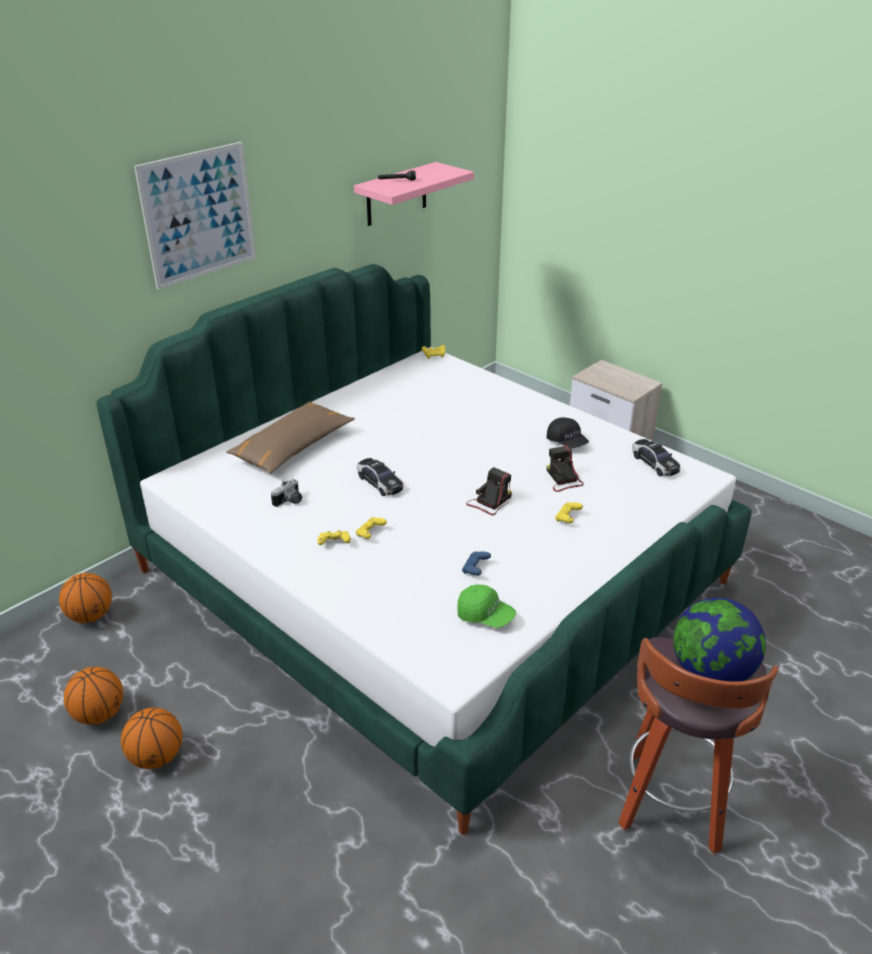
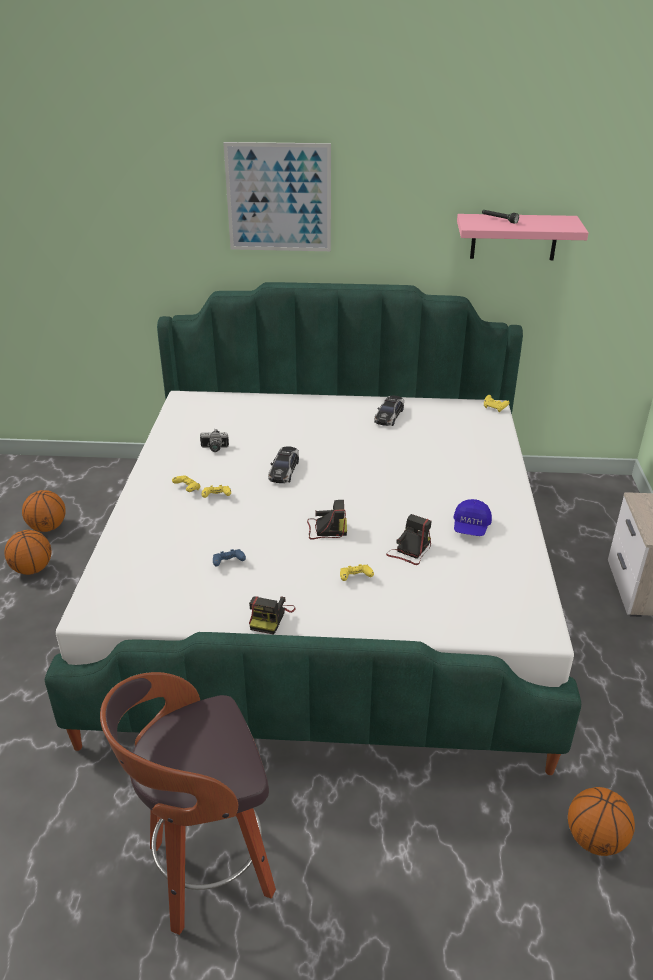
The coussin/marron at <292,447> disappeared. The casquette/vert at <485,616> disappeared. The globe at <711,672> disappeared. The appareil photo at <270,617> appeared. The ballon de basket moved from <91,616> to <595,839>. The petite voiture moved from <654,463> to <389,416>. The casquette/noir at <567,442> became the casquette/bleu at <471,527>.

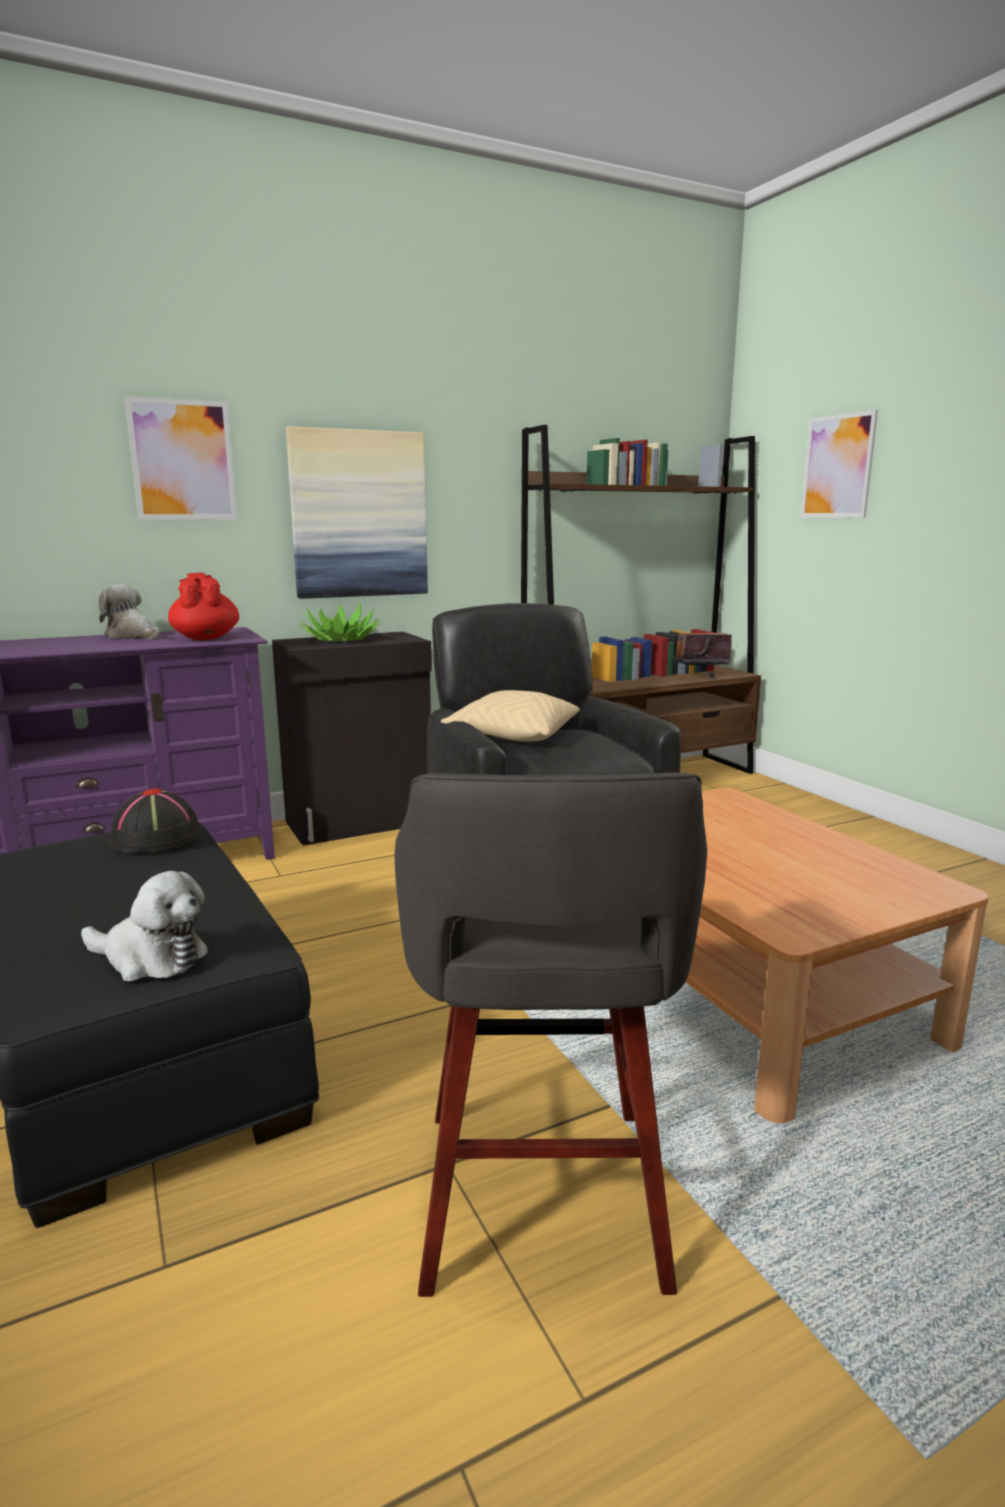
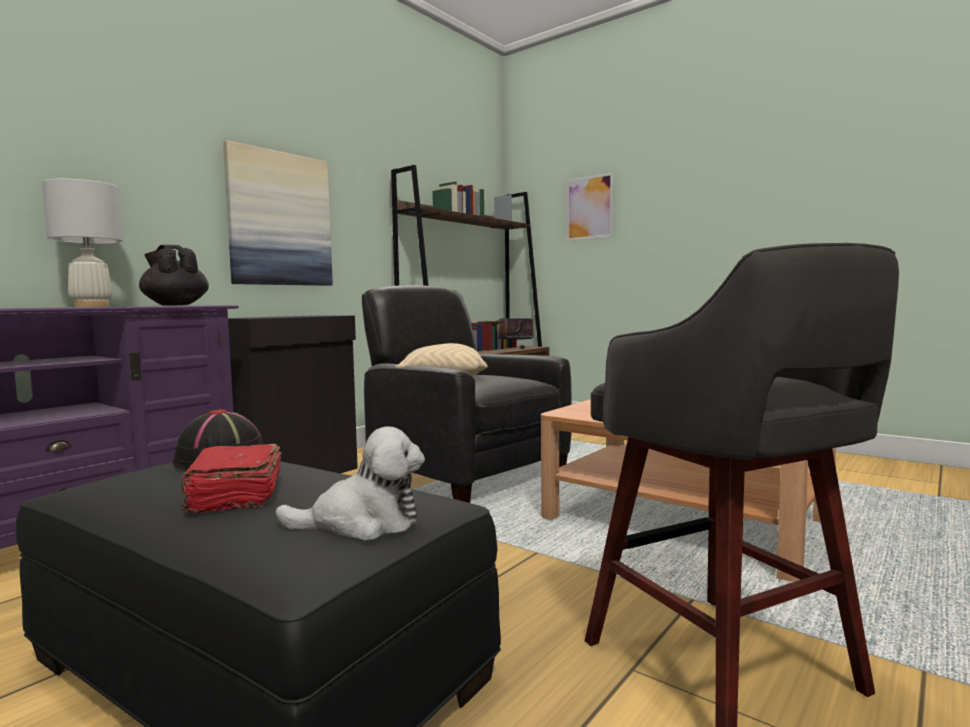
The tableau at <182,460> disappeared. The plante en pot at <341,639> disappeared. The livre/rouge at <235,496> appeared. The peluche at <133,636> was replaced by the lampe de table/blanc at <92,306>. The théière/rouge at <205,638> became the théière/noir at <175,305>.

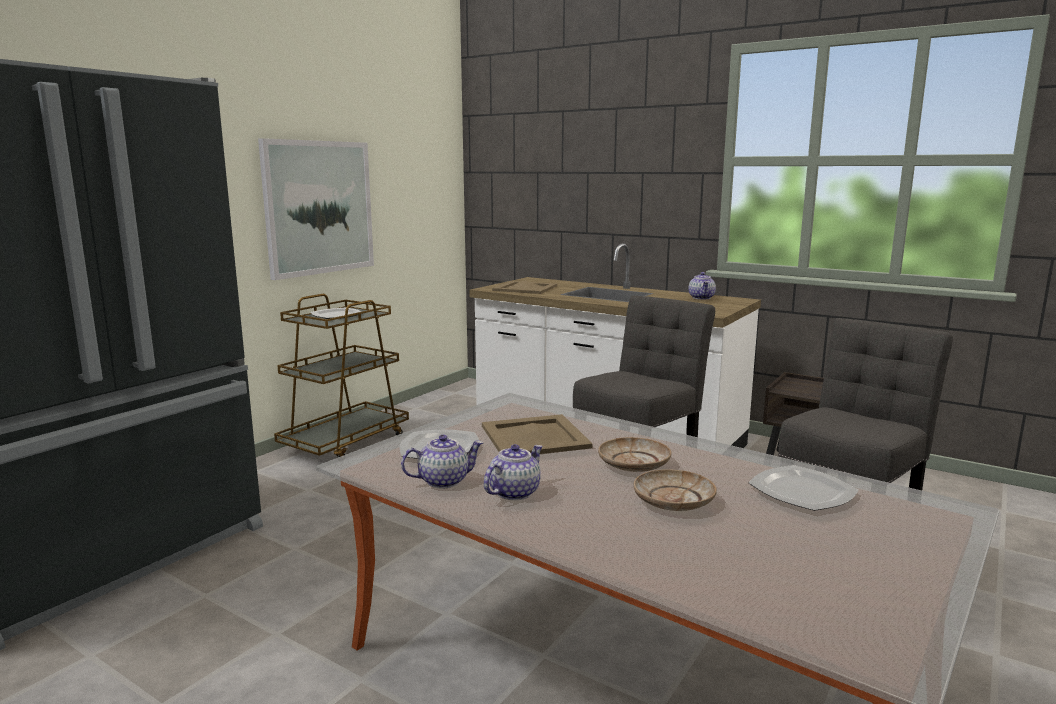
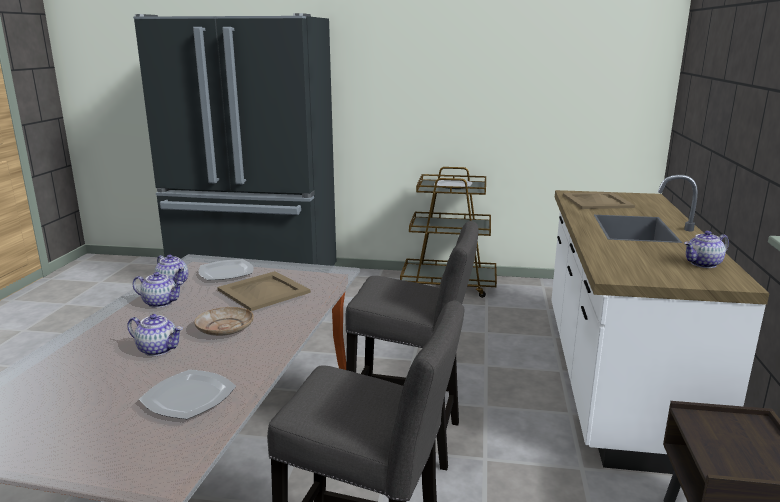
The tableau at <319,207> disappeared. The assiette/beige at <673,500> was replaced by the théière at <158,349>.

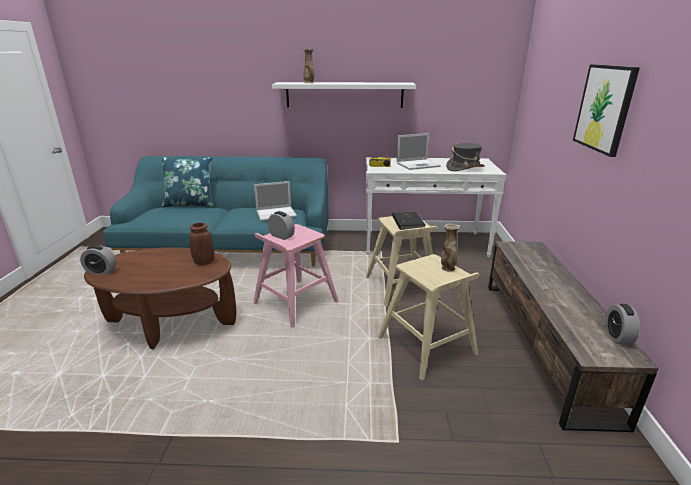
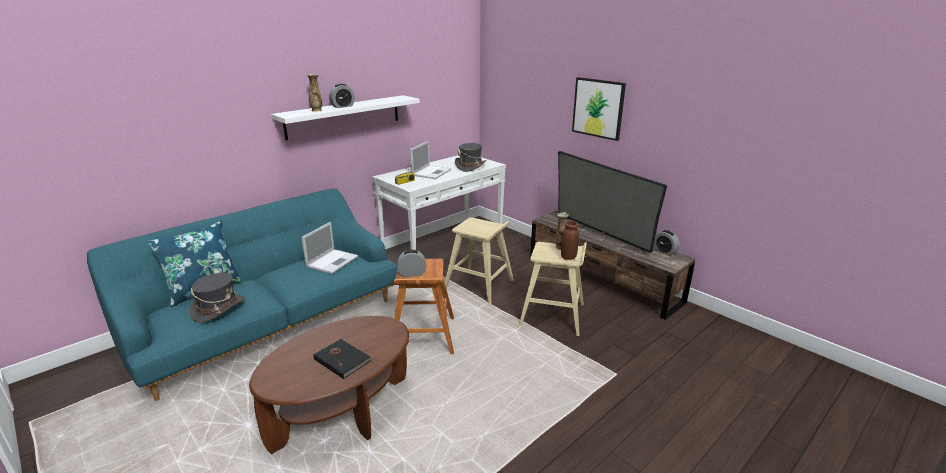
The chapeau/gris at <218,308> appeared. The téléviseur at <601,235> appeared. The réveil moved from <101,271> to <342,106>. The vase/marron moved from <204,262> to <568,257>. The livre/noir moved from <408,222> to <342,359>. The tabouret/rose at <295,303> became the tabouret/marron at <423,336>.

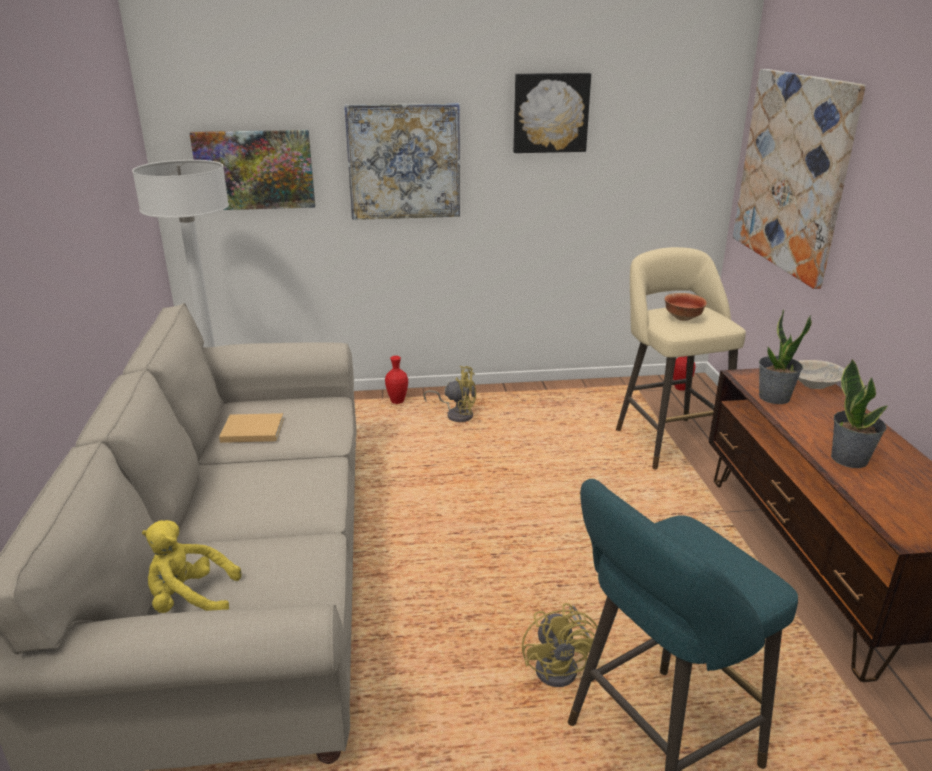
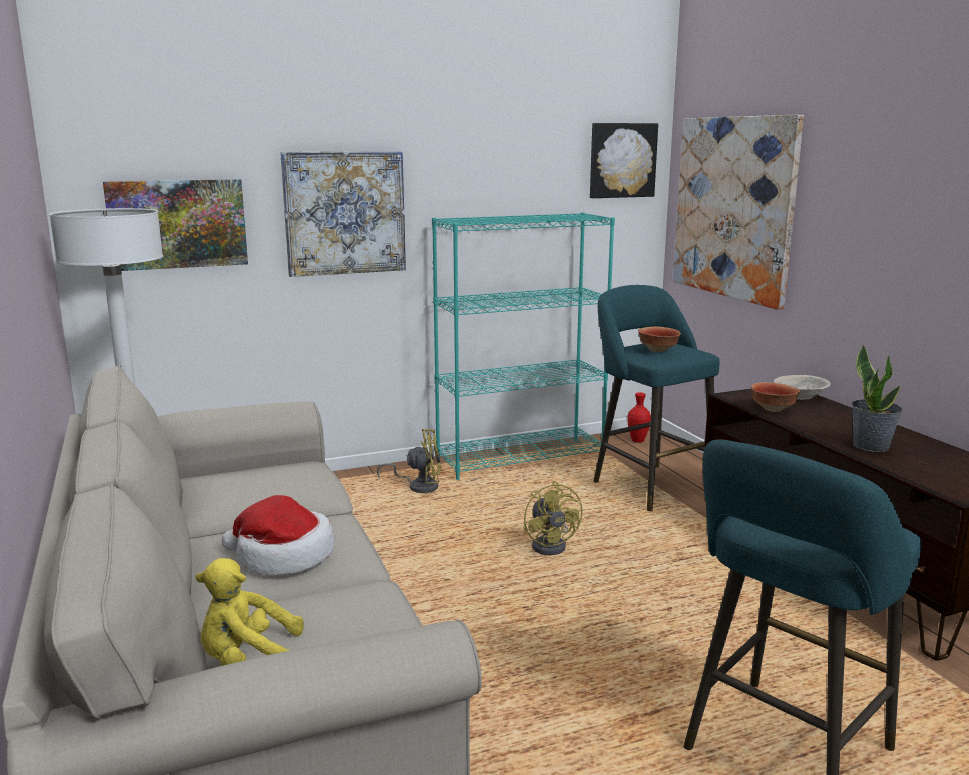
The livre/beige at <250,430> disappeared. The vase/rouge at <397,402> disappeared. The chapeau at <283,556> appeared. The bibliothèque/turquoise at <521,458> appeared. The tableau moved from <550,113> to <621,160>. The ventilateur/jaune moved from <562,666> to <552,545>. The plante en pot at <774,397> was replaced by the bol at <772,409>. The tabouret/beige at <667,440> became the tabouret/turquoise at <648,485>.

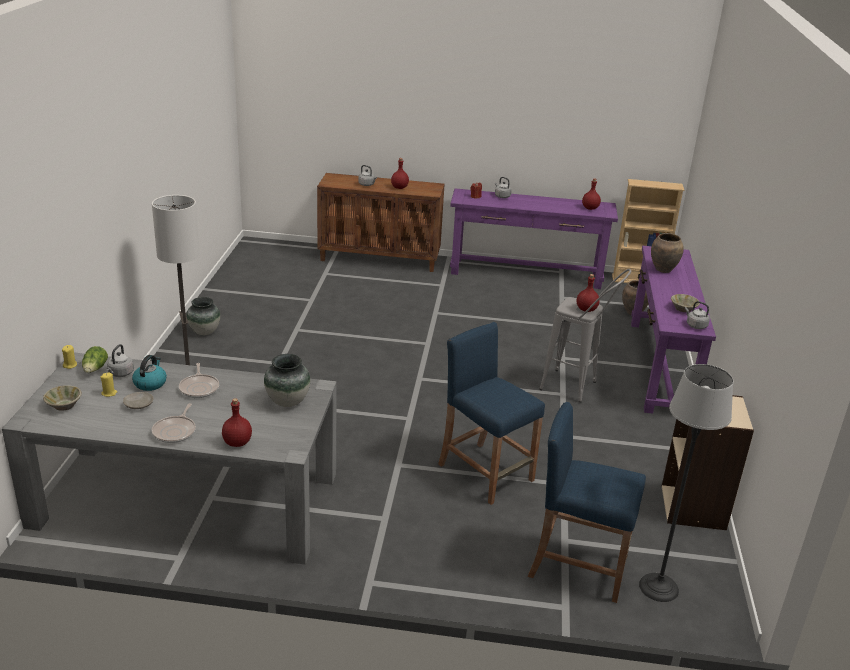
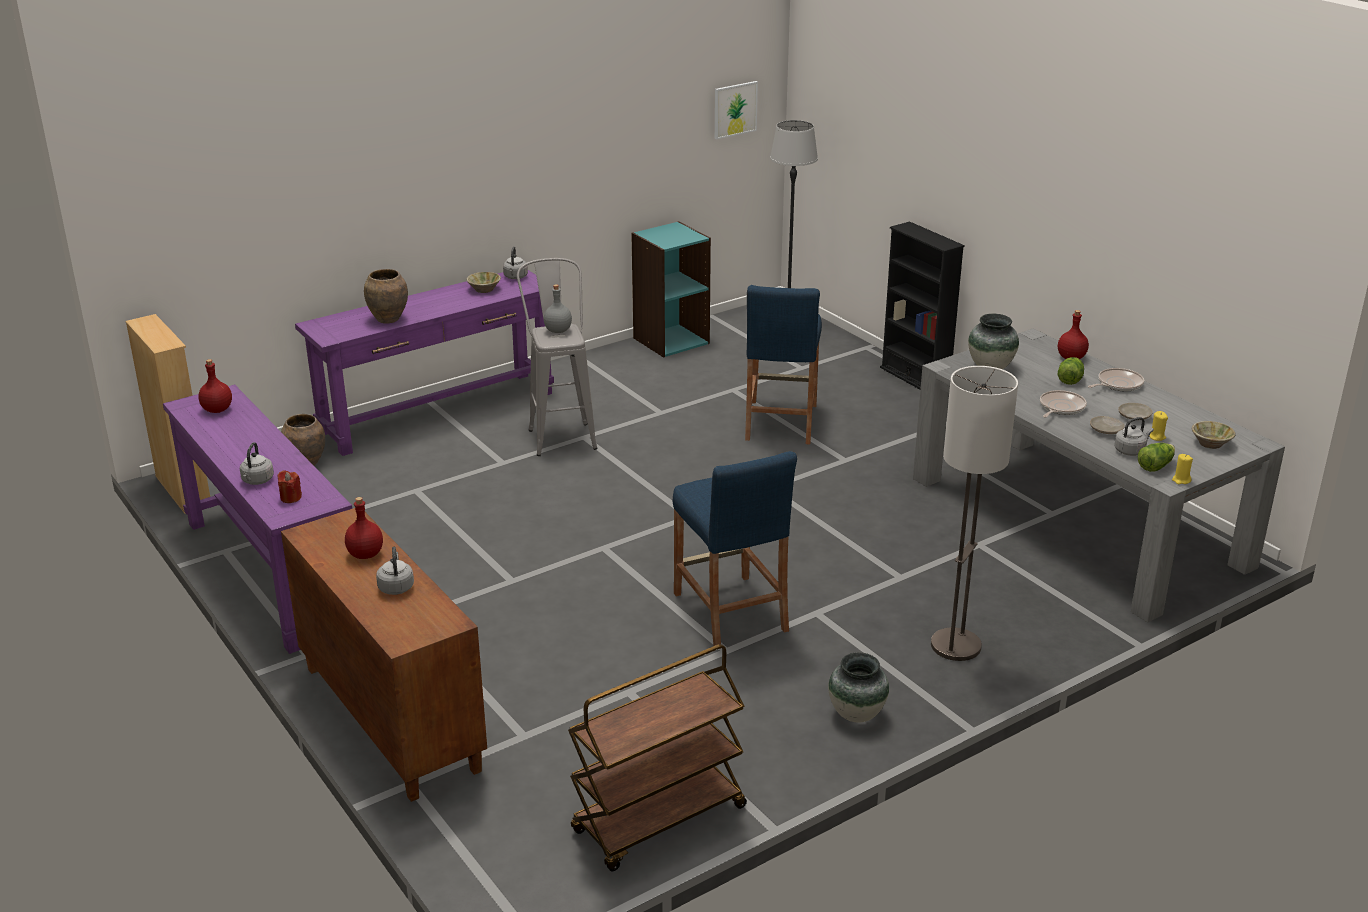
The chariot/marron at <659,821> appeared. The tableau at <735,109> appeared. The bibliothèque/noir at <915,378> appeared. The laitue at <1069,379> appeared. The tabouret/bleu moved from <578,566> to <730,612>. The bouilloire at <150,383> was replaced by the assiette/beige at <1106,430>. The bouteille/rouge at <586,309> became the bouteille/gris at <557,330>. The bibliothèque/beige at <694,507> became the bibliothèque/turquoise at <671,340>.

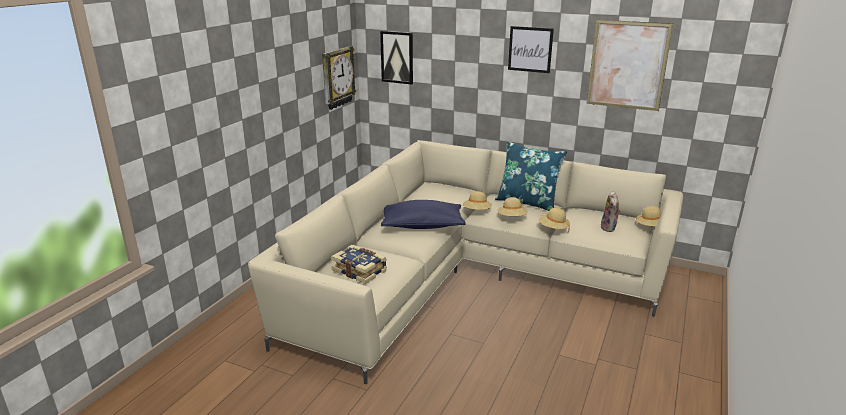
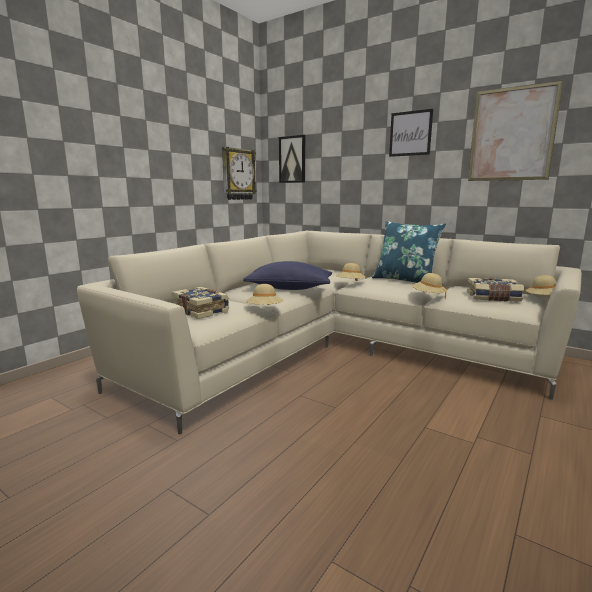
The chapeau/beige moved from <512,218> to <264,310>. The peluche at <609,228> was replaced by the livre at <493,298>.

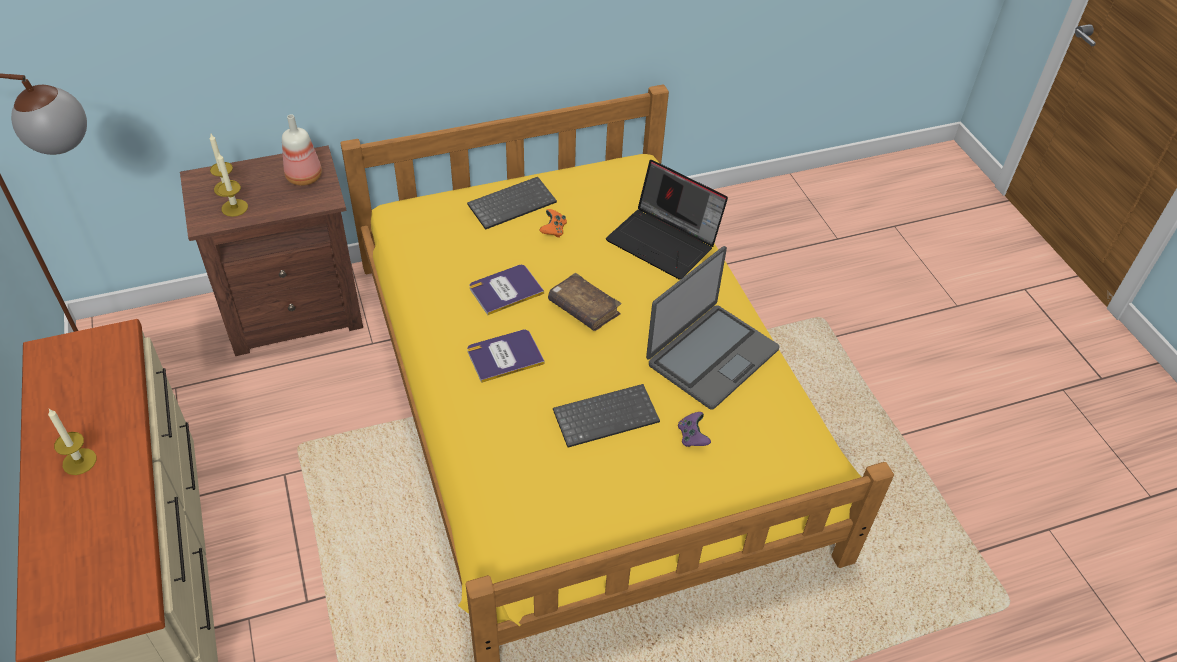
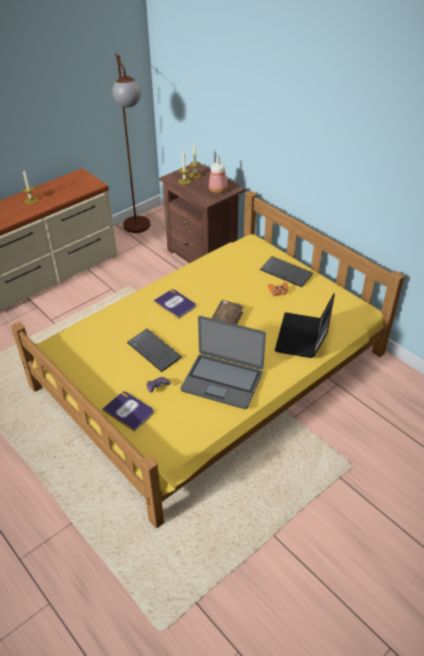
The livre moved from <506,290> to <129,411>.

